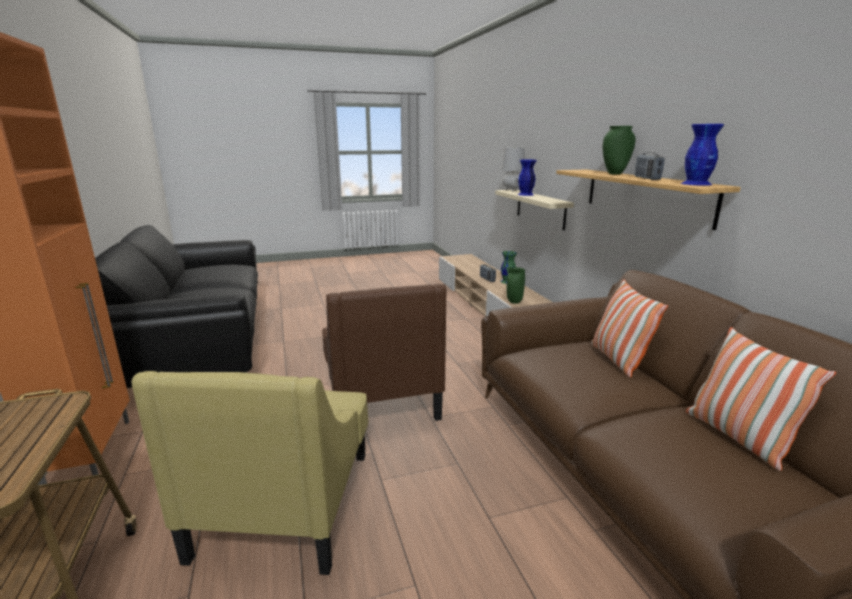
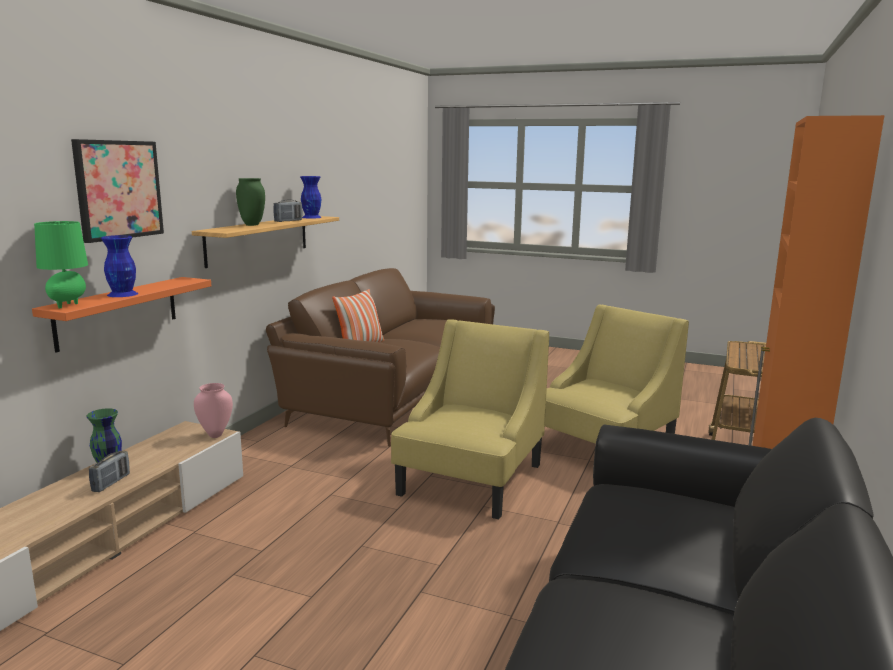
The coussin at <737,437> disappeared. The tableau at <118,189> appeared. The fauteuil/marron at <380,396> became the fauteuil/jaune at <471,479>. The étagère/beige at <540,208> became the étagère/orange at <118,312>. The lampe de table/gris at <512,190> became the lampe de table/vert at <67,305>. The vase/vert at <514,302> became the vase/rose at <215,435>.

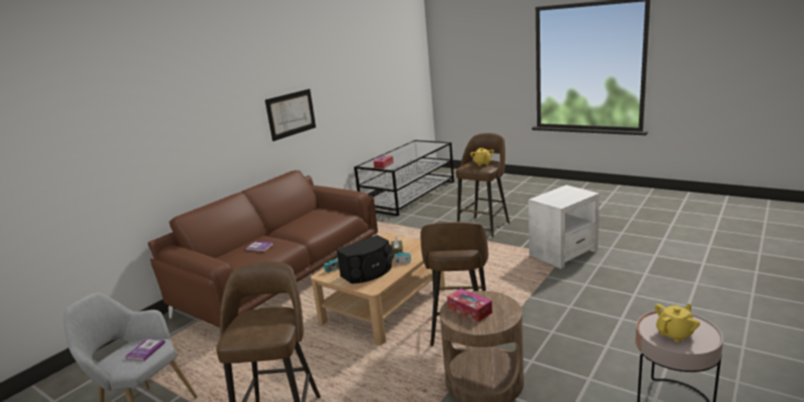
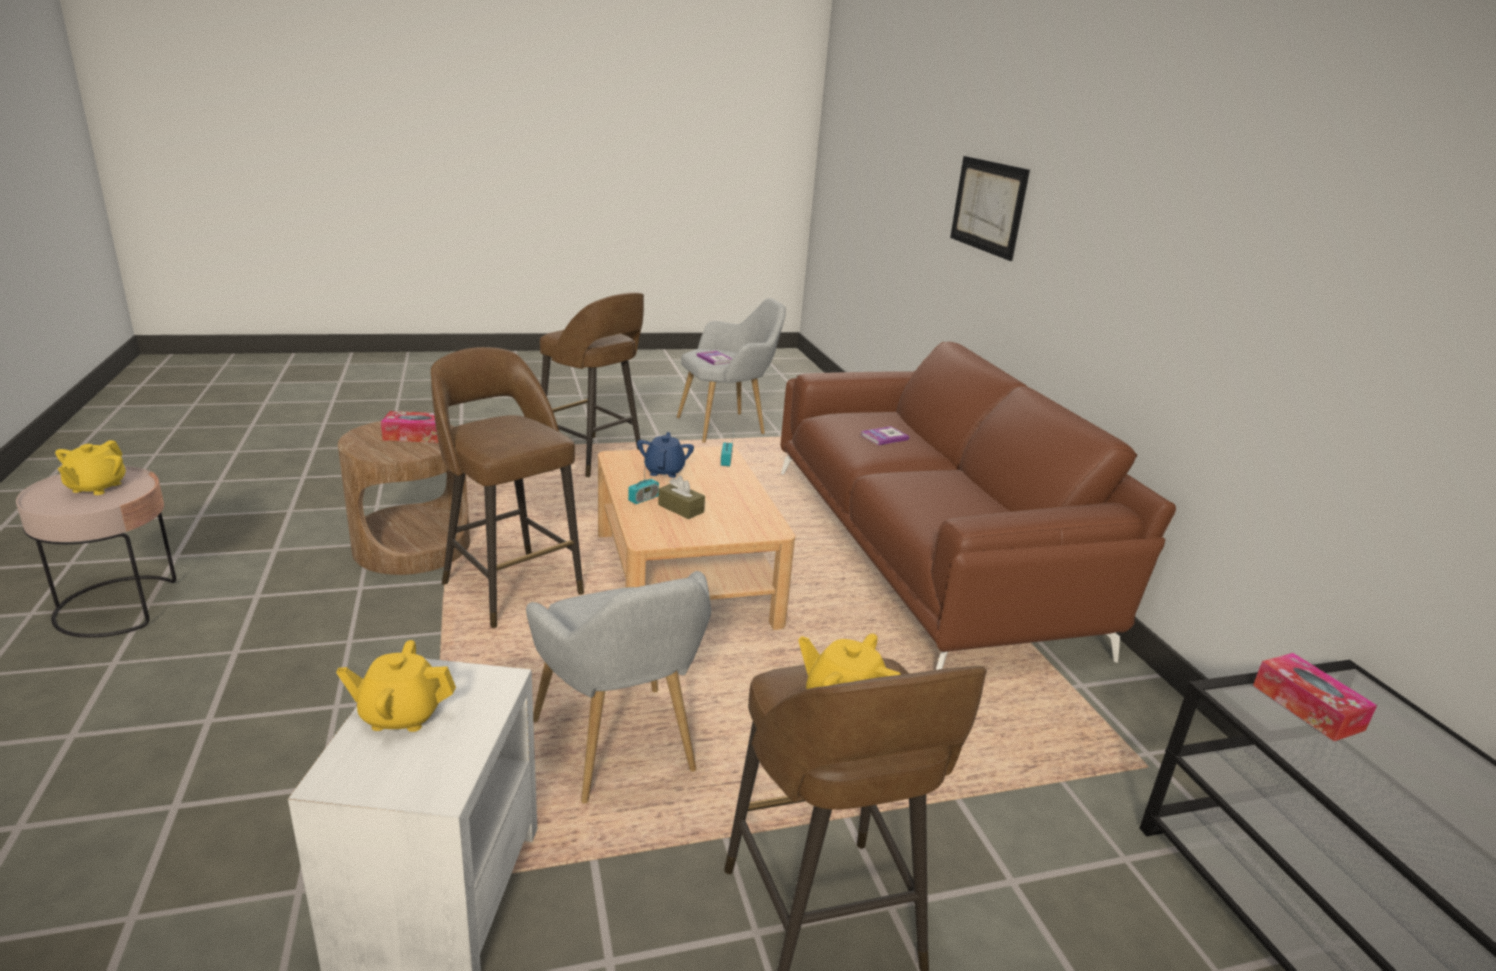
The théière/jaune at <401,715> appeared. The fauteuil/gris at <620,752> appeared. The tableau moved from <291,114> to <987,206>. The enceinte/noir at <368,272> was replaced by the théière/bleu at <664,471>.

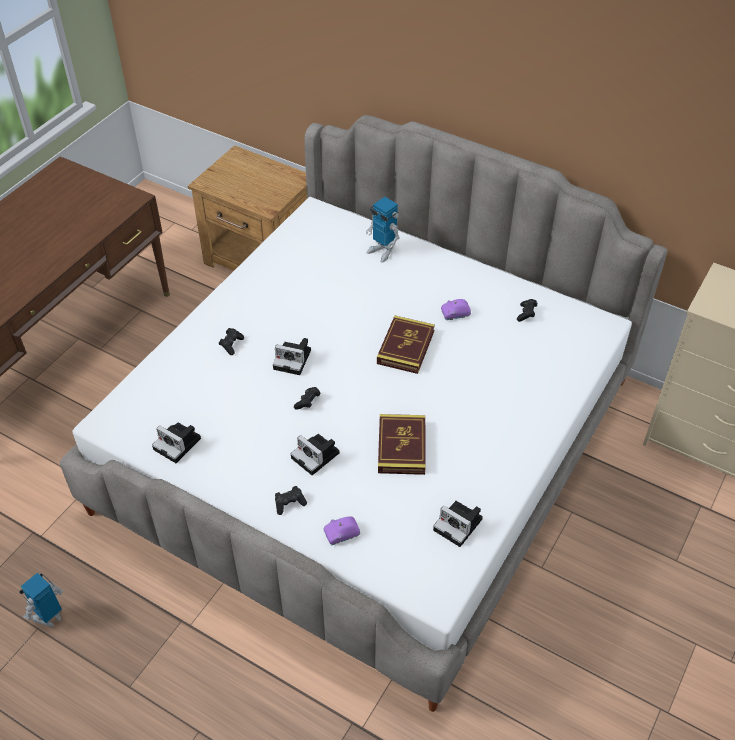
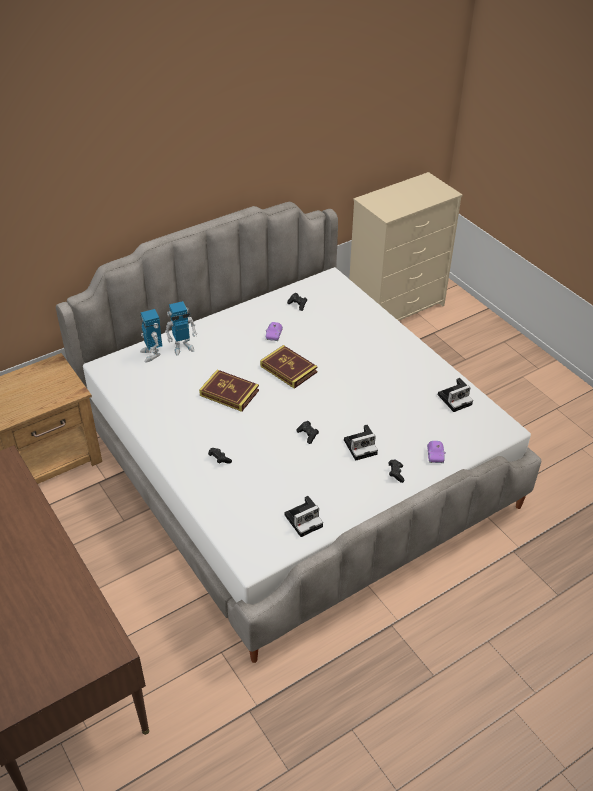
The appareil photo at <294,359> disappeared. The robot jouet moved from <50,617> to <152,354>. The livre moved from <401,447> to <229,393>.

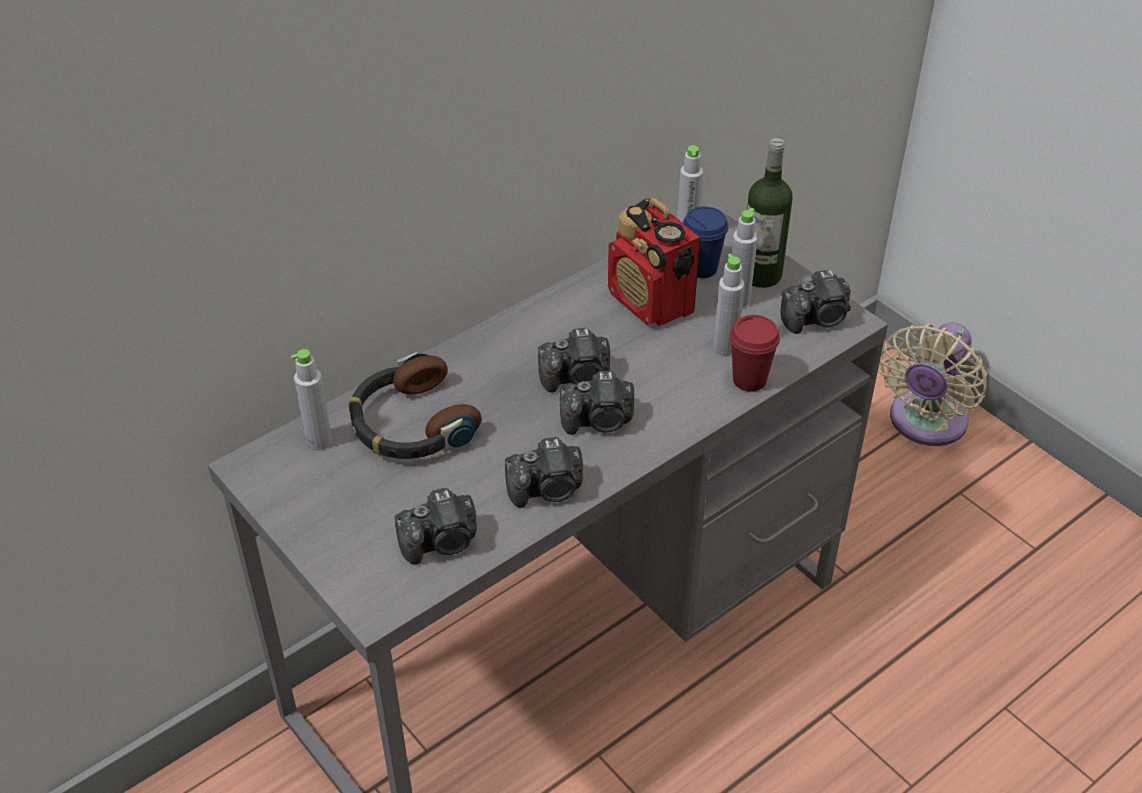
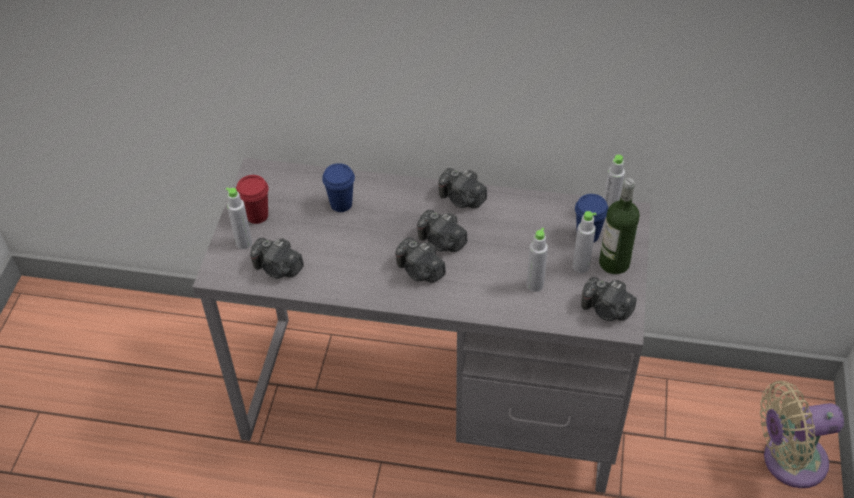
The radio at <651,303> disappeared. The bouteille/gris moved from <319,441> to <244,243>. The appareil photo moved from <548,490> to <462,199>. The tasse/rouge moved from <749,380> to <257,215>. The casque audio at <411,423> was replaced by the tasse/bleu at <341,204>.

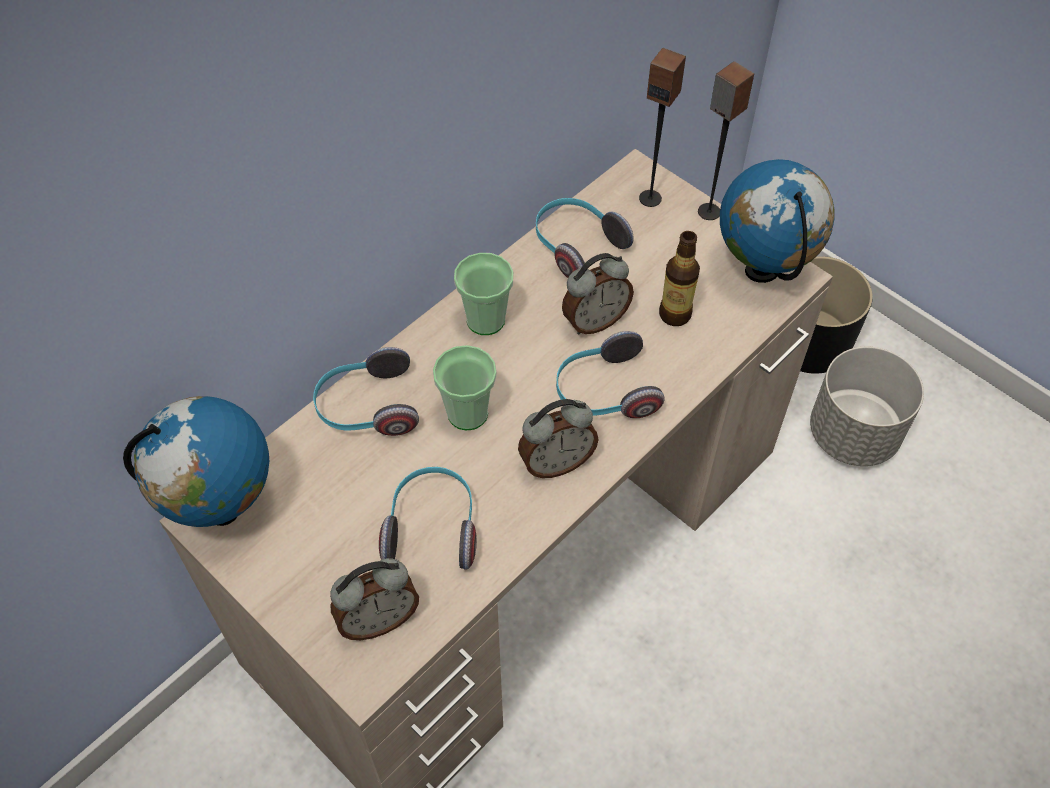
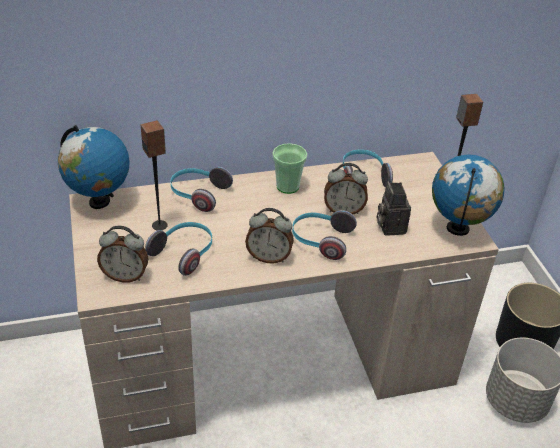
The tasse at <467,413> disappeared. The enceinte moved from <650,198> to <160,225>. The bouteille at <675,314> was replaced by the appareil photo at <390,226>.

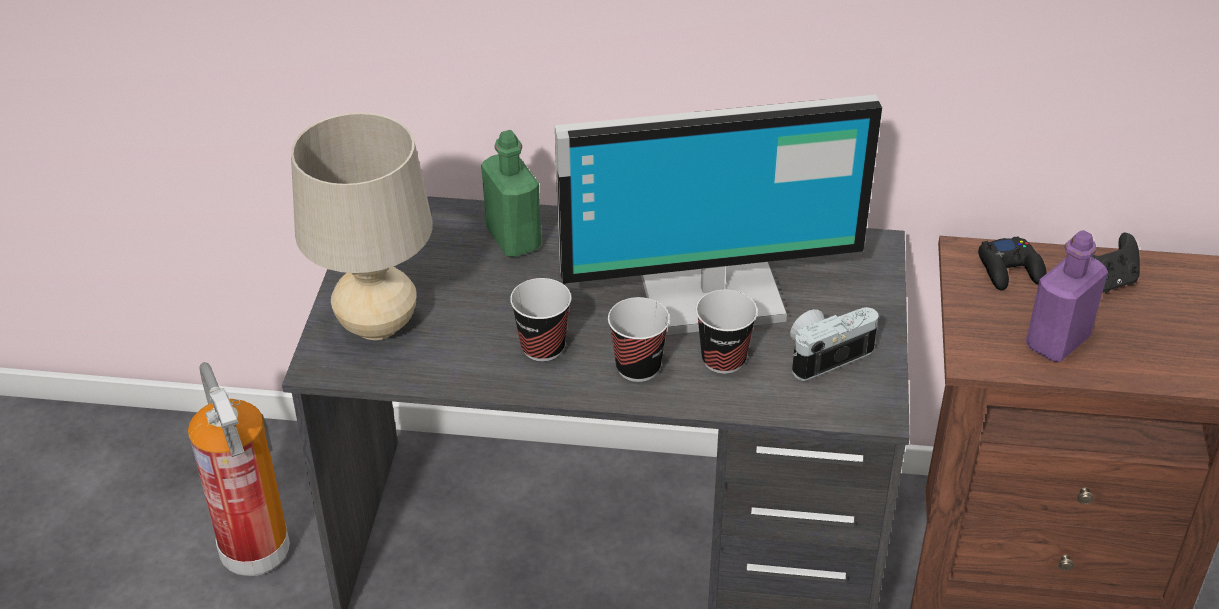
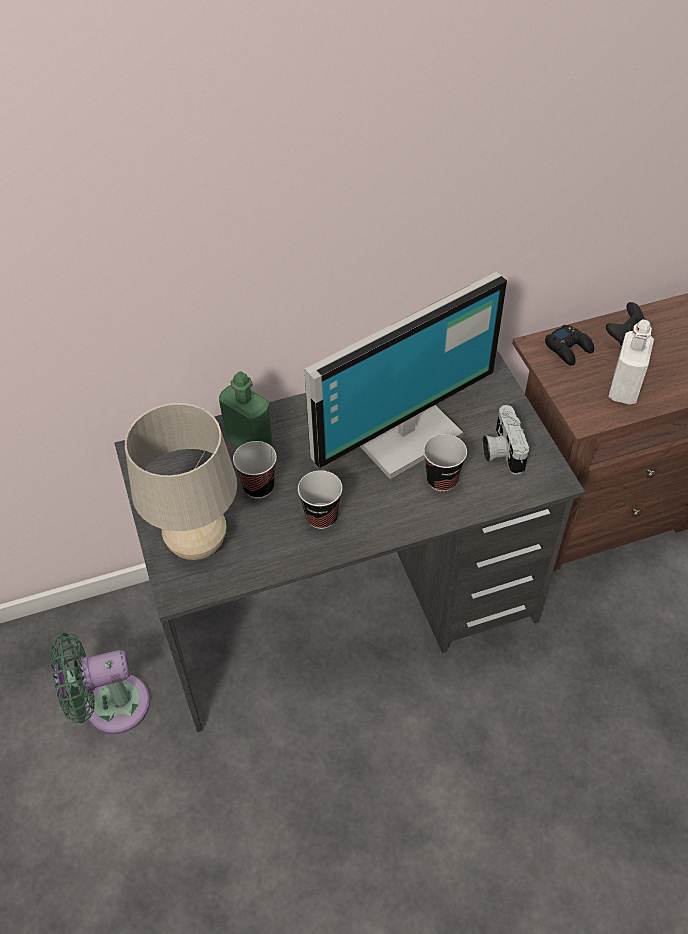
The tasse moved from <638,367> to <258,487>. The extincteur at <254,550> was replaced by the ventilateur/vert at <110,706>. The bouteille/violet at <1057,342> became the bouteille/blanc at <624,389>. The appareil photo at <826,353> turned 45 degrees counterclockwise.

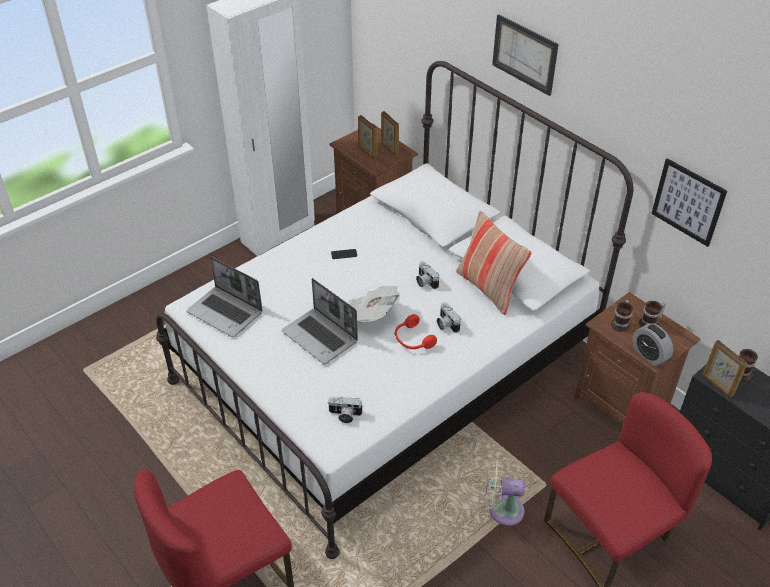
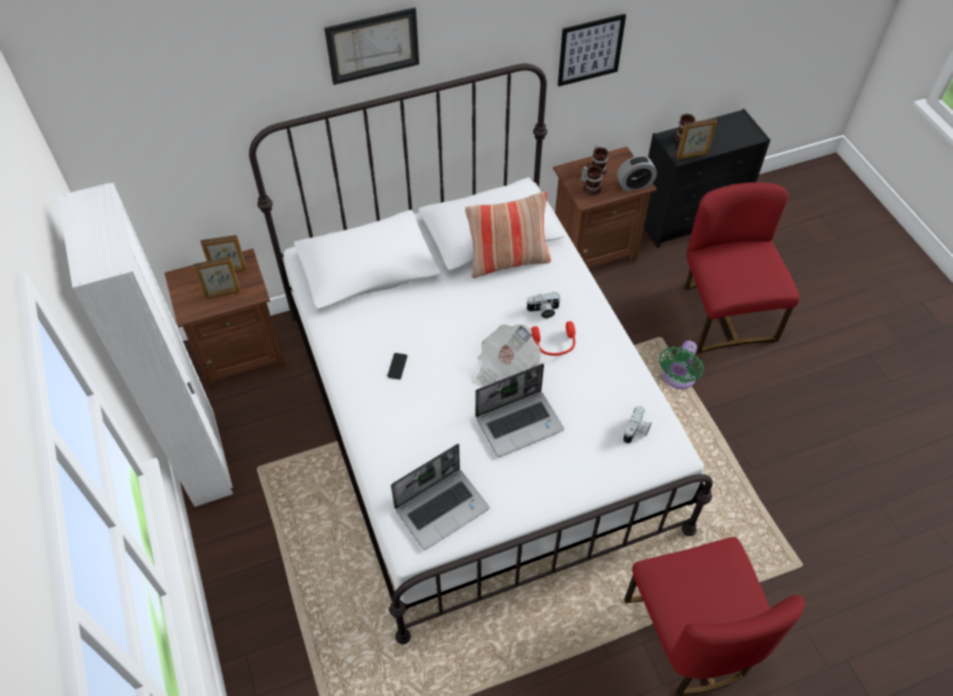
The appareil photo at <425,281> disappeared. The ventilateur/beige at <502,510> became the ventilateur/vert at <677,379>.

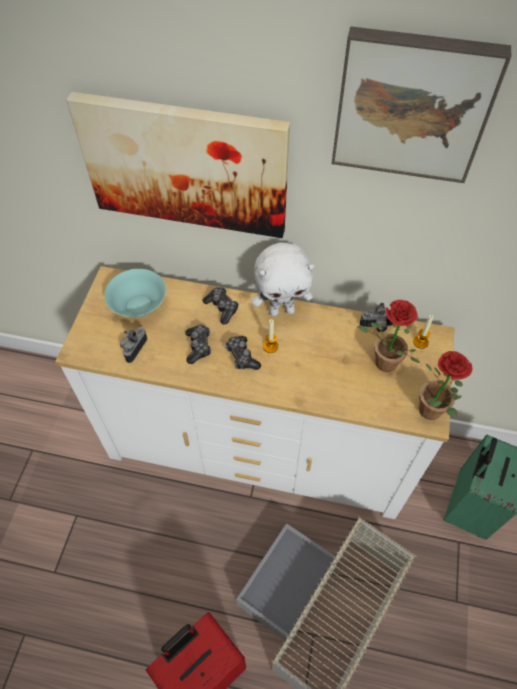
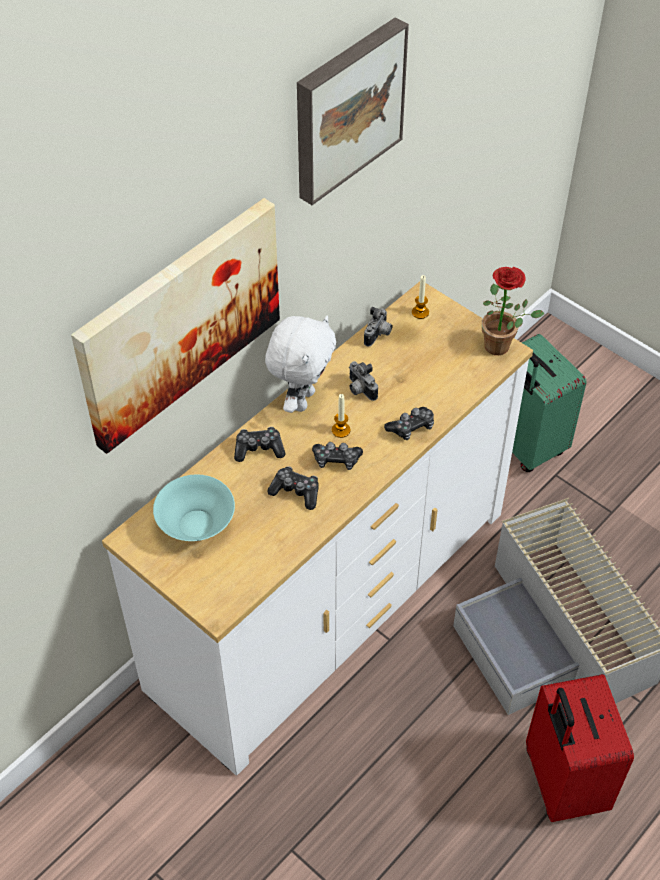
The plante en pot at <381,364> disappeared. The manette at <411,427> appeared. The appareil photo moved from <133,348> to <359,390>.

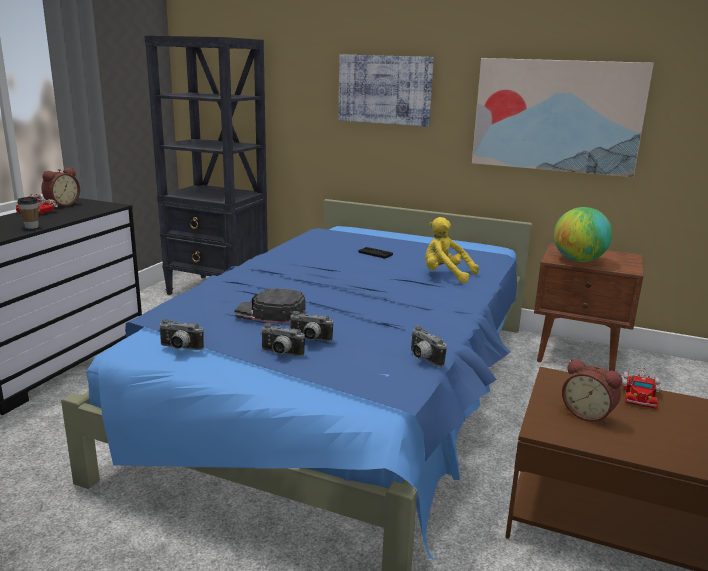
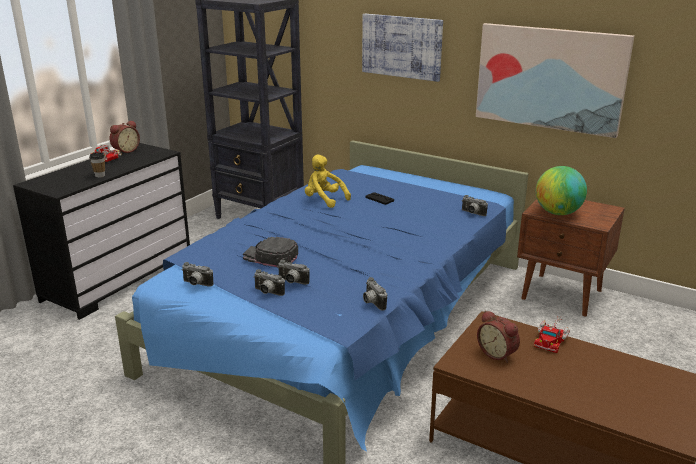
The appareil photo at <472,213> appeared. The peluche/jaune moved from <445,275> to <324,200>.

